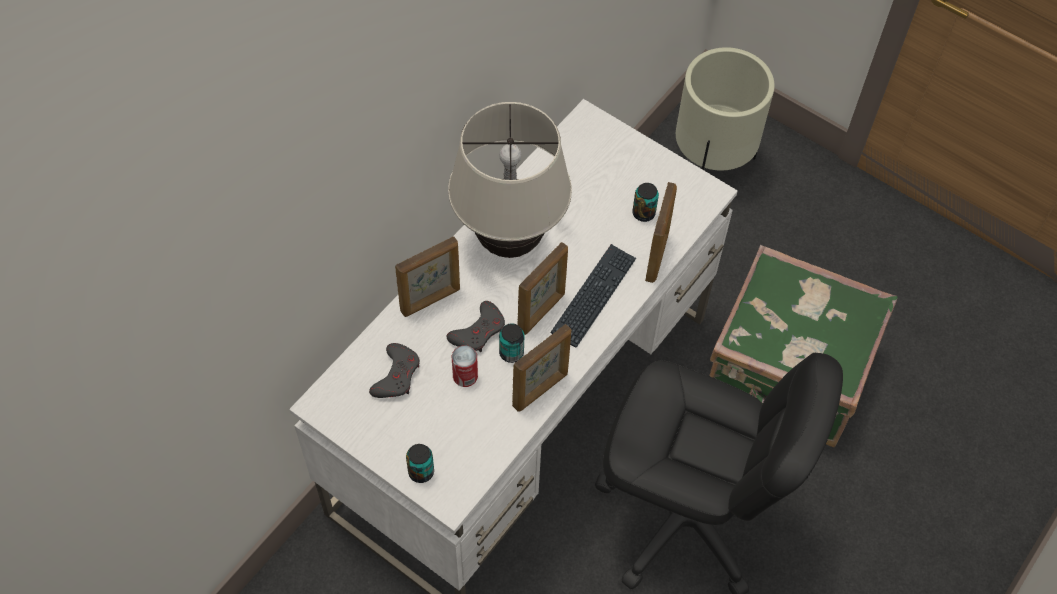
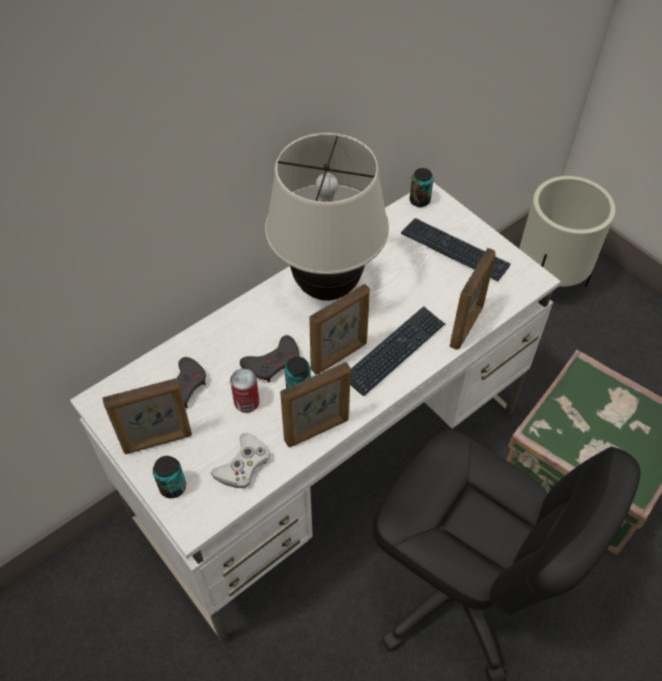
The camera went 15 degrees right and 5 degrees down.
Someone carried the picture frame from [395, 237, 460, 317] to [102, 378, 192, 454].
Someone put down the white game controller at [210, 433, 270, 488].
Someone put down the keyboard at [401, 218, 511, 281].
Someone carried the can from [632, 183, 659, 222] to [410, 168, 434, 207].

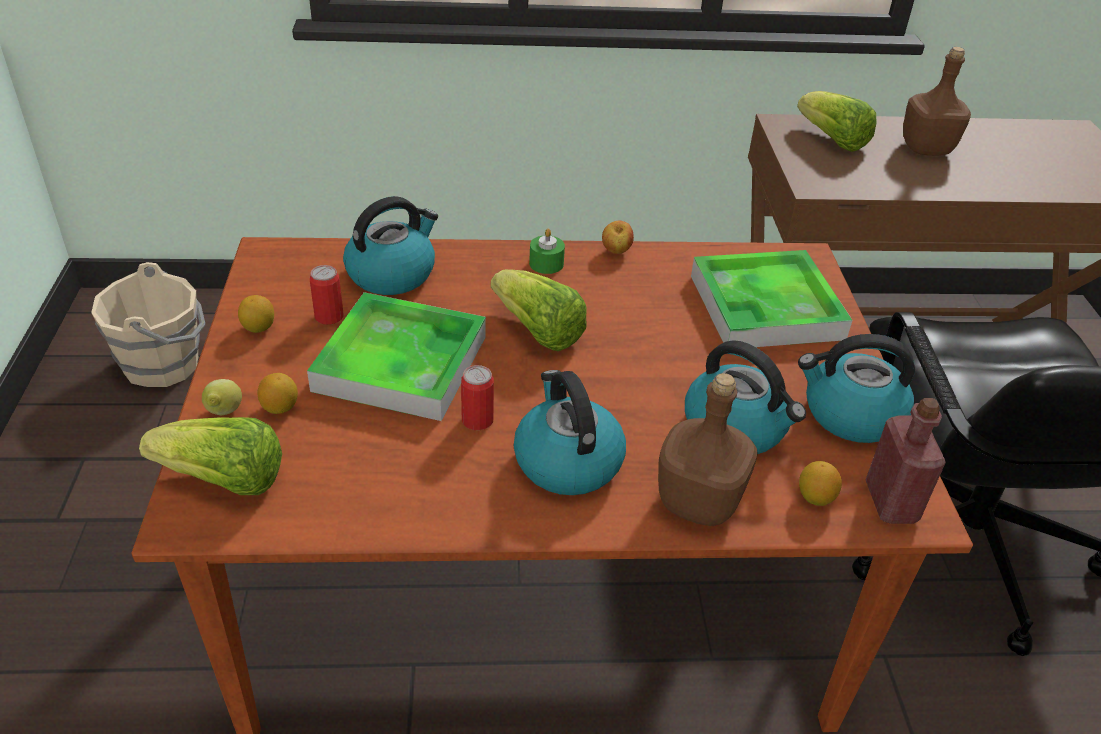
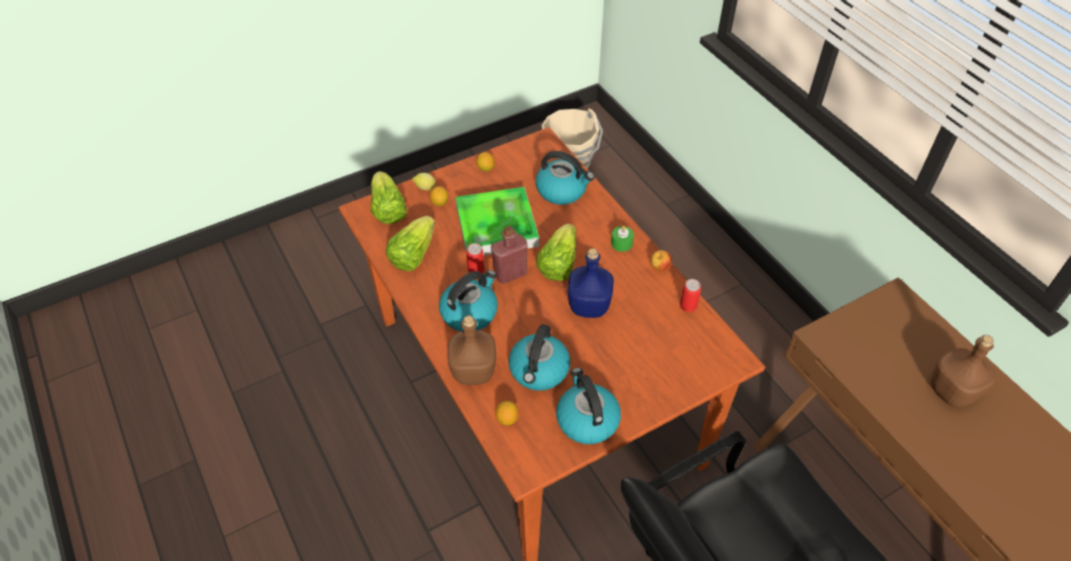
The camera went 65 degrees right and 10 degrees up.
Someone carried the lettuce from [797, 91, 876, 152] to [386, 216, 435, 271].
Someone carried the red bottle from [866, 398, 946, 524] to [491, 226, 528, 284].
Someone put down the blue bottle at [568, 248, 614, 318].
Someone carried the can from [310, 265, 343, 325] to [680, 279, 701, 312].
Someone took away the tray at [691, 250, 852, 347].

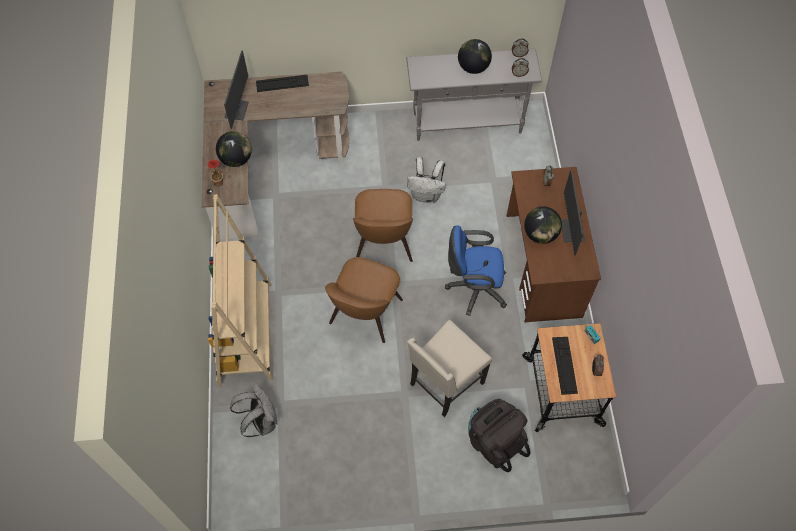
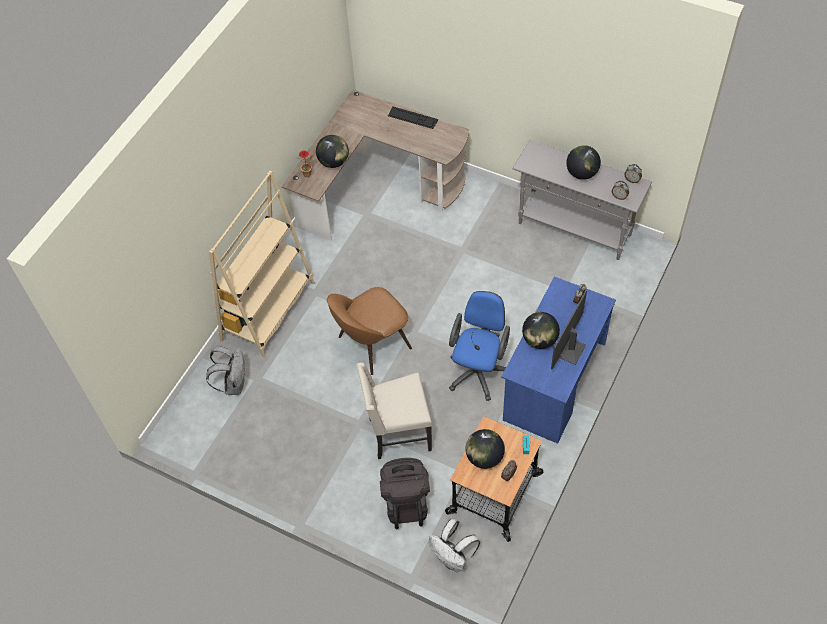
The camera went 35 degrees right and 5 degrees down.
Someone carried the white backpack from [407, 157, 446, 203] to [429, 519, 480, 573].
Someone rotated the blue office chair at [445, 225, 507, 316] by 75 degrees clockwise.
Someone swapped the keyboard at [552, 337, 578, 395] for the globe at [466, 429, 505, 469].
Someone repainted the brown desk at [507, 167, 601, 322], which became the blue desk at [501, 276, 616, 444].
Someone took away the monitor at [224, 50, 249, 129].
Someone took away the brown chair at [353, 189, 413, 262].

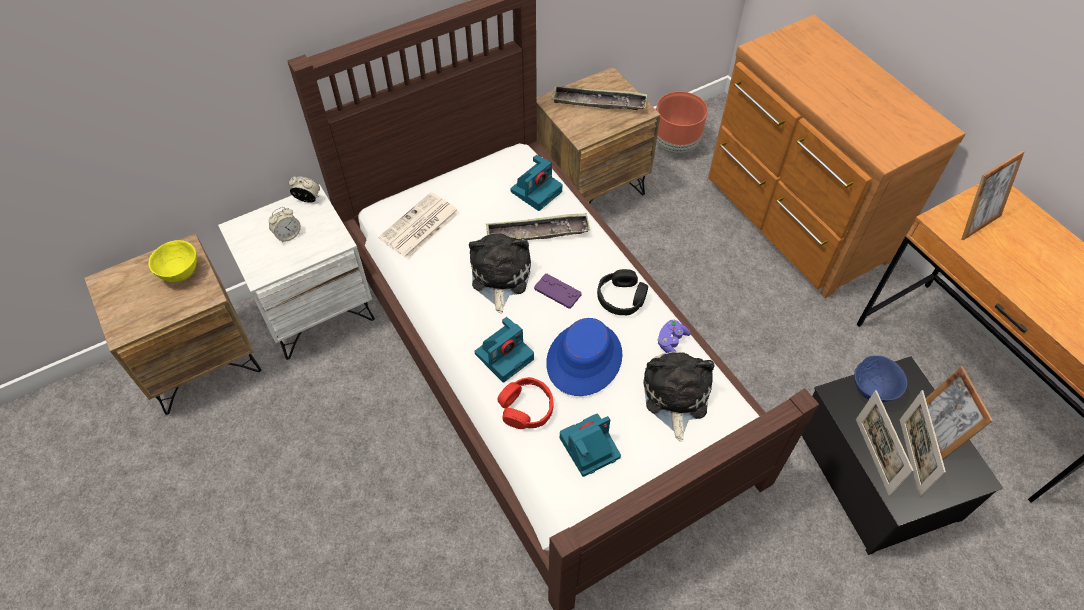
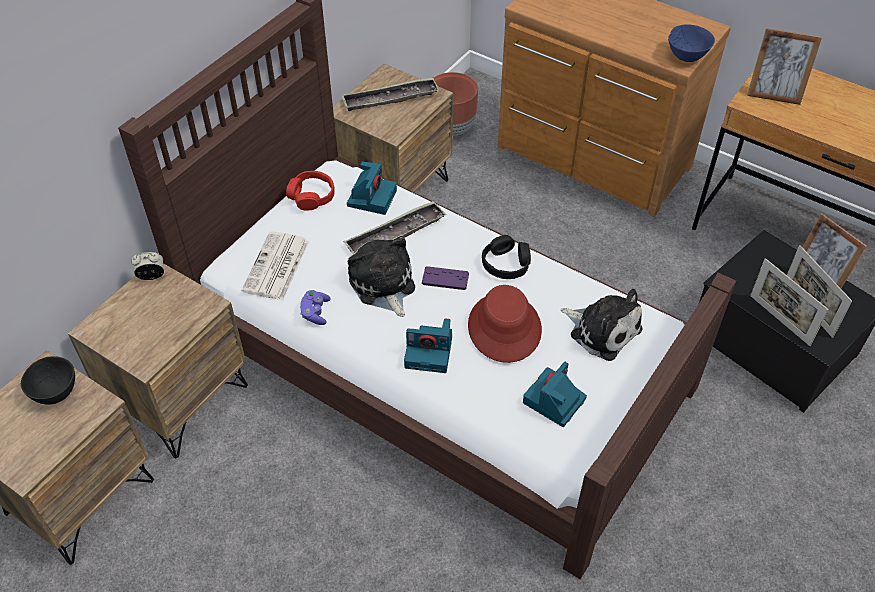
The camera went 25 degrees left and 5 degrees down.
Someone repainted the yellow bowl at [148, 240, 197, 282], which became the black bowl at [21, 356, 75, 405].
Someone repainted the white nightstand at [218, 184, 375, 360], which became the brown nightstand at [68, 263, 248, 458].
Someone carried the red headphones from [498, 377, 554, 429] to [286, 171, 335, 210].
Someone carried the purple game controller from [657, 320, 691, 353] to [300, 290, 330, 325].
Someone rotated the photo camera at [475, 317, 534, 383] by 75 degrees clockwise.
Someone repainted the blue hat at [546, 318, 622, 396], which became the red hat at [468, 285, 542, 363].
Someone rotated the plush toy at [643, 352, 714, 442] by 150 degrees clockwise.
Someone carried the blue bowl from [854, 355, 907, 402] to [668, 24, 715, 62].
Someone rotated the picture frame at [962, 150, 1025, 240] by 75 degrees clockwise.
Someone took away the alarm clock at [269, 207, 301, 243].

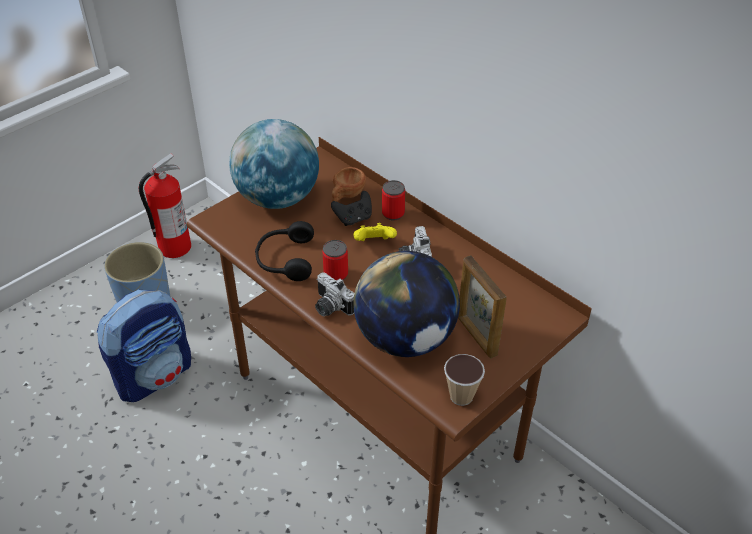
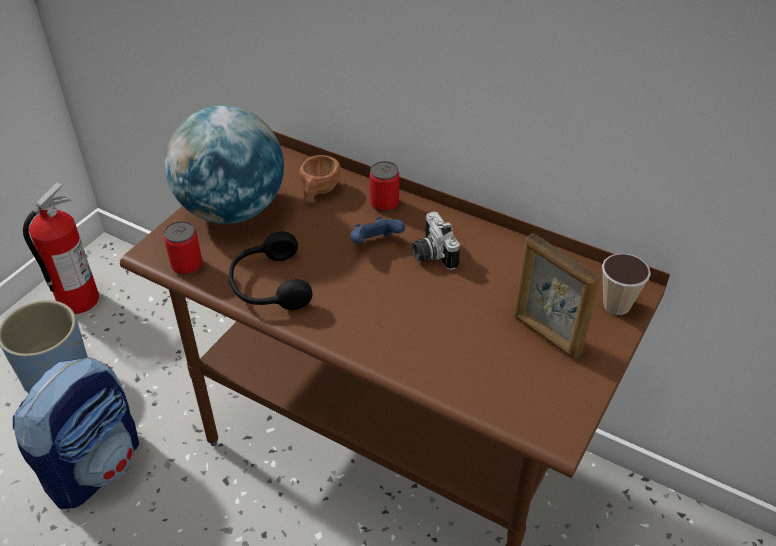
The camera went 15 degrees left and 0 degrees up.
Someone carried the can from [322, 240, 348, 280] to [164, 221, 202, 276].
Someone repainted the yellow game controller at [353, 223, 397, 241], which became the blue game controller at [350, 216, 405, 244].
Someone carried the cup from [444, 354, 485, 406] to [602, 254, 651, 315].
Someone took away the photo camera at [315, 272, 354, 316].
Someone took away the black game controller at [331, 191, 372, 226].
Someone took away the globe at [353, 251, 460, 357].

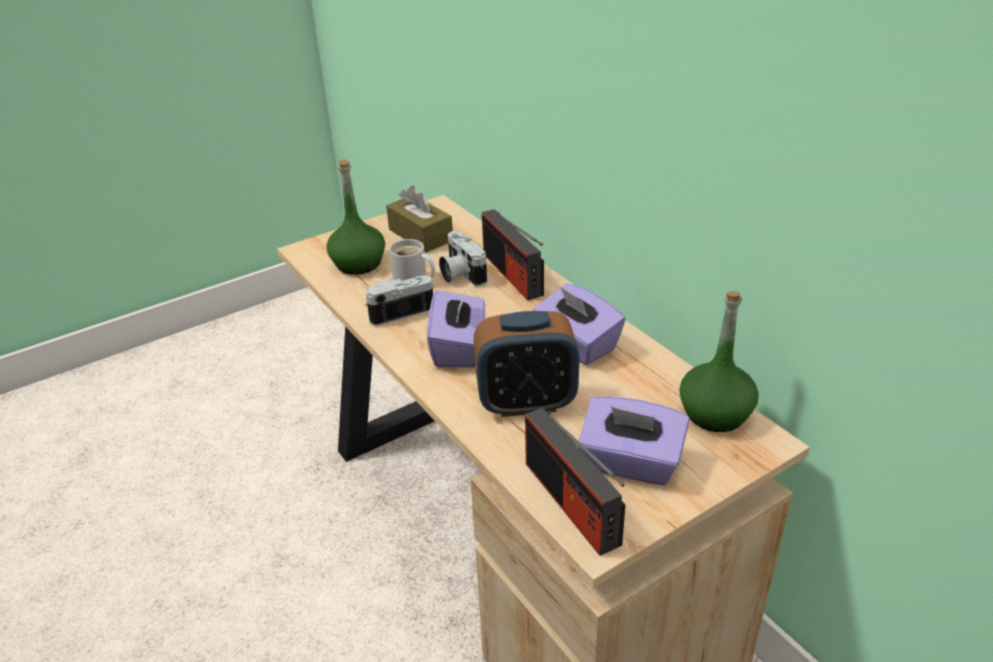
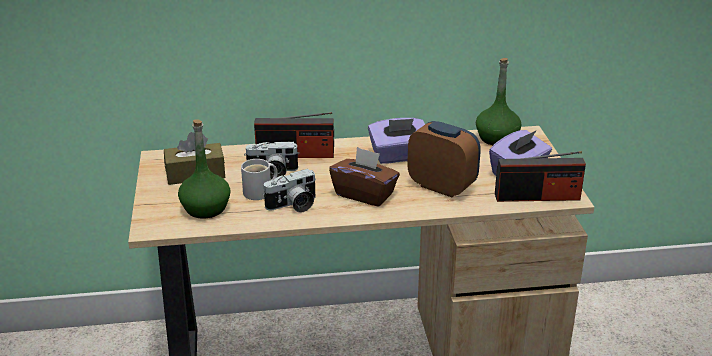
The camera went 65 degrees left and 5 degrees down.
Someone rotated the photo camera at [365, 275, 435, 326] by 120 degrees counterclockwise.
Someone repainted the purple tissue box at [427, 289, 486, 368], which became the brown tissue box at [329, 147, 400, 207].
Someone rotated the alarm clock at [474, 311, 579, 417] by 75 degrees counterclockwise.

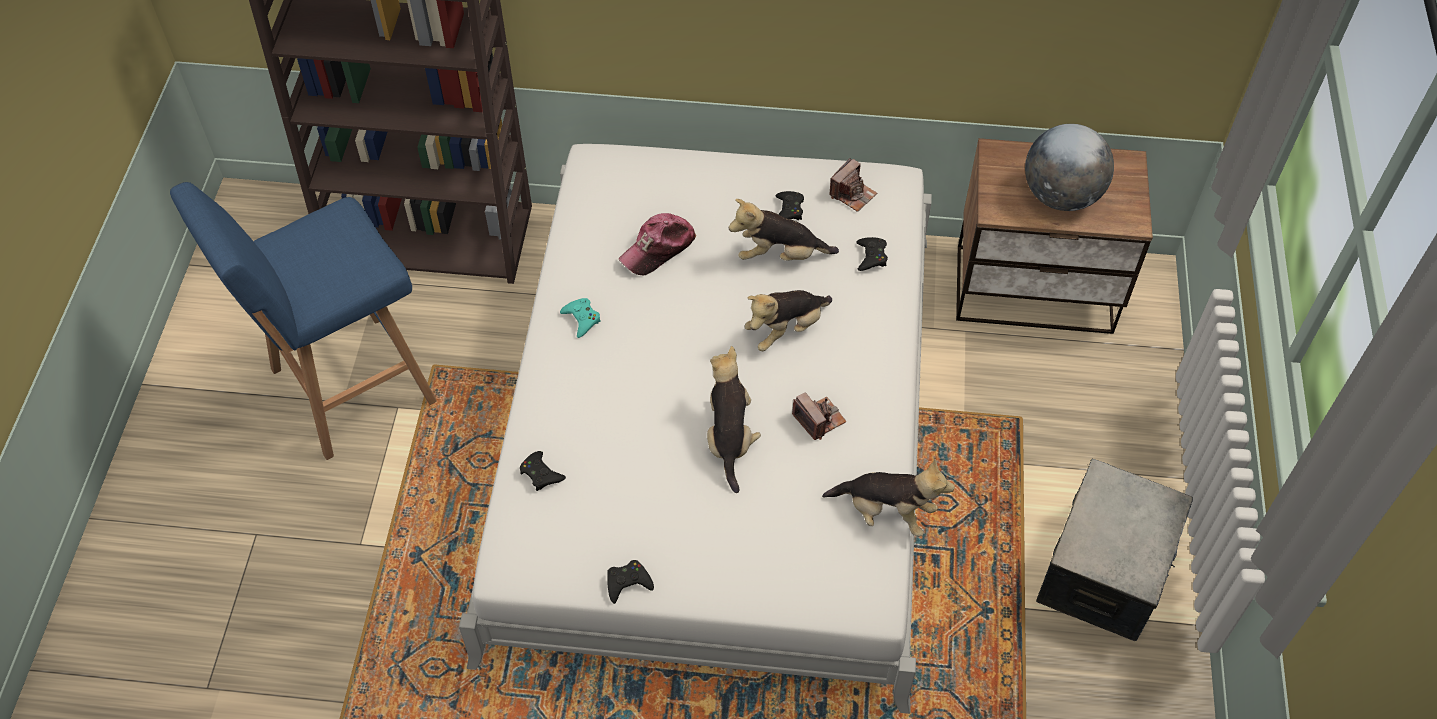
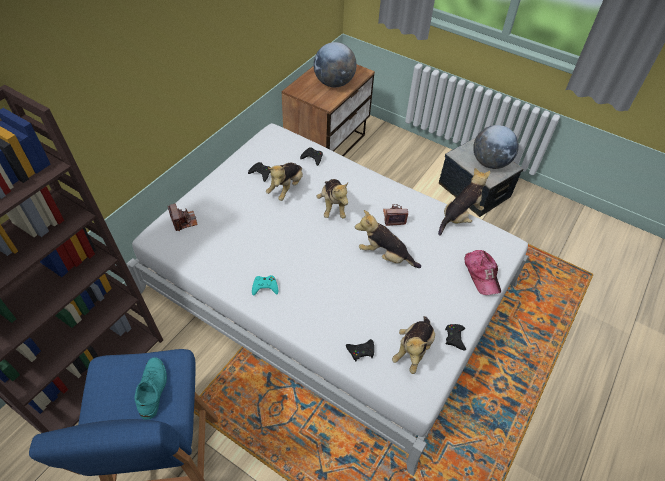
The camera went 65 degrees left and 5 degrees down.
Someone put down the turquoise shoe at [135, 357, 167, 420].
Someone carried the photo camera from [829, 158, 877, 212] to [168, 204, 198, 231].
Someone put down the plush toy at [392, 316, 435, 374].
Someone carried the cap from [619, 213, 696, 275] to [464, 250, 501, 295].
Someone put down the globe at [473, 125, 519, 169].

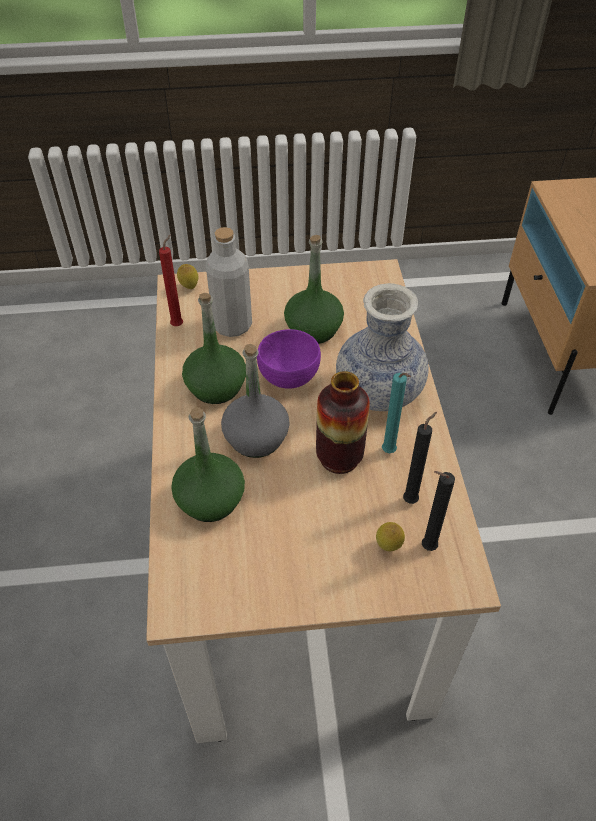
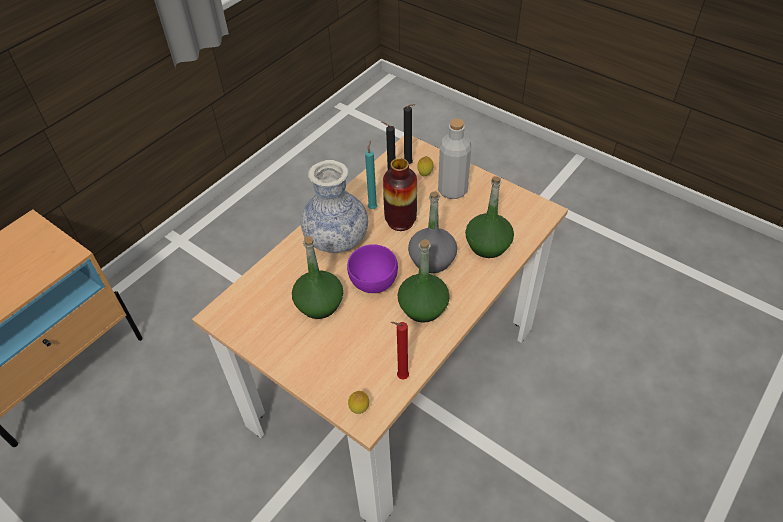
The camera went 135 degrees left and 0 degrees up.
Someone carried the grey bottle from [206, 227, 252, 337] to [438, 119, 471, 199].

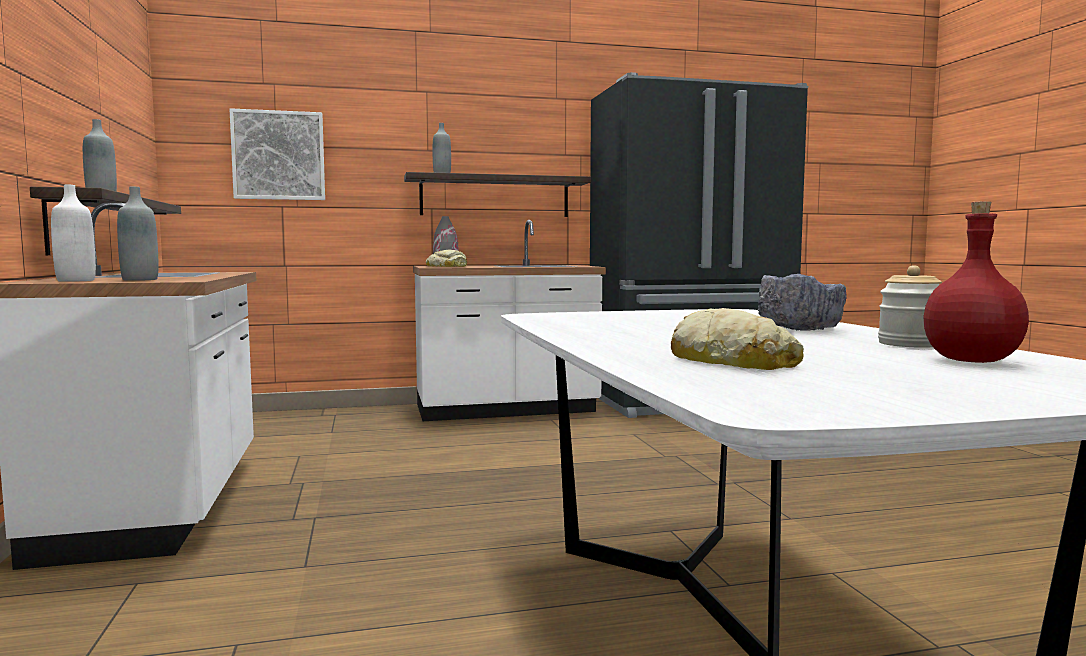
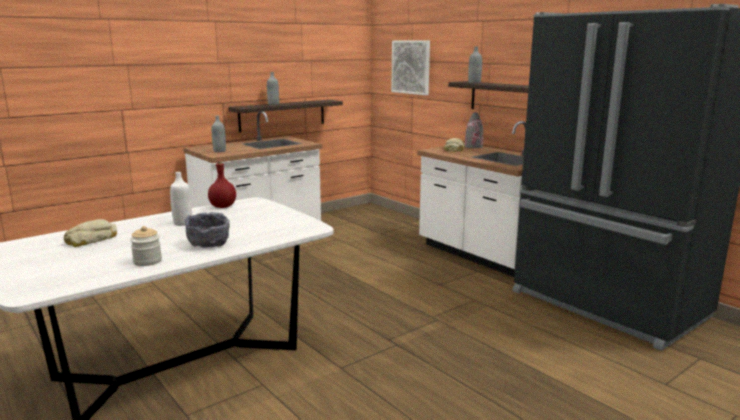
The camera went 65 degrees right and 10 degrees up.
Someone carried the white bottle from [51, 185, 96, 282] to [170, 172, 192, 226].
Someone carried the red bottle from [923, 201, 1029, 363] to [208, 160, 236, 208].

